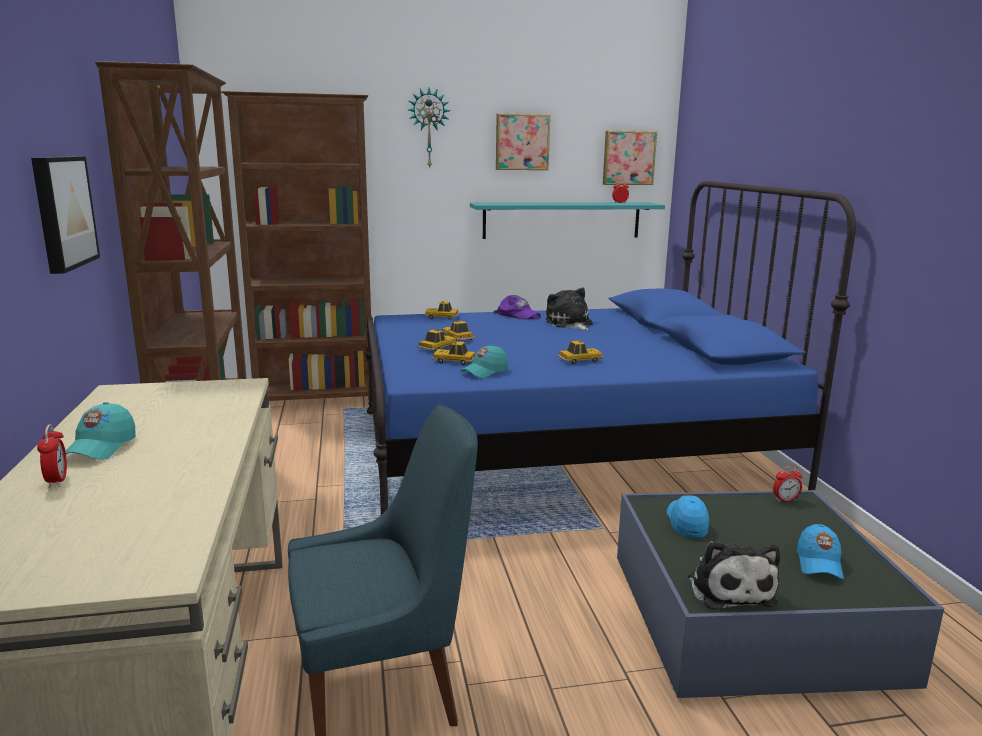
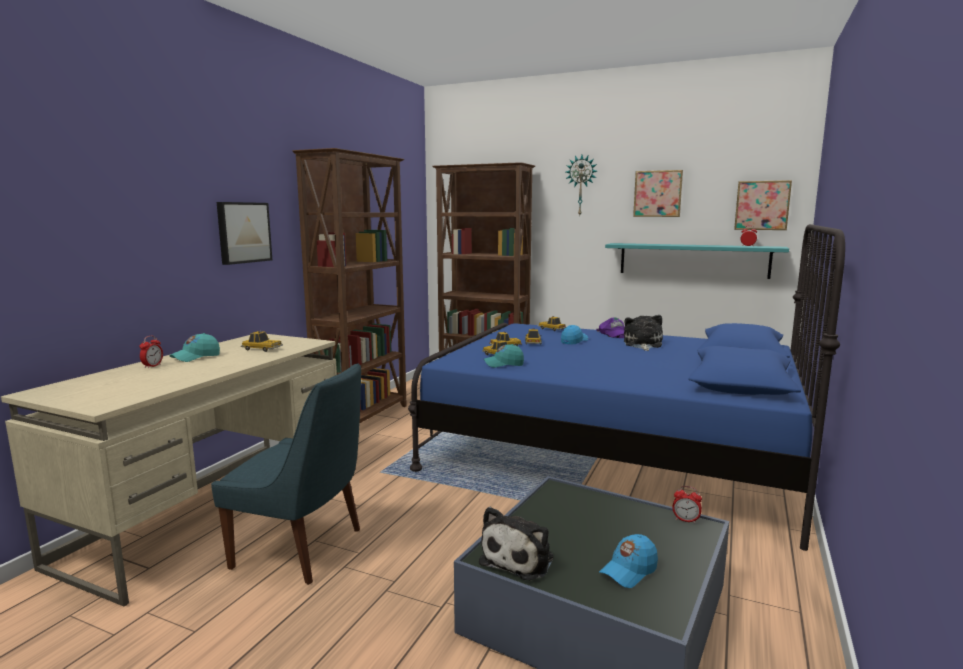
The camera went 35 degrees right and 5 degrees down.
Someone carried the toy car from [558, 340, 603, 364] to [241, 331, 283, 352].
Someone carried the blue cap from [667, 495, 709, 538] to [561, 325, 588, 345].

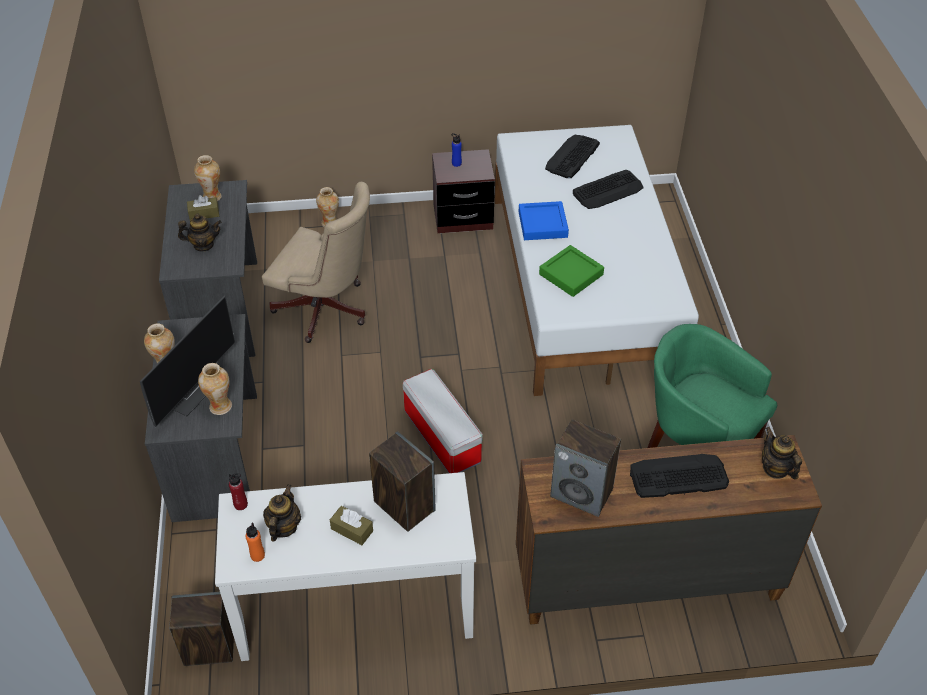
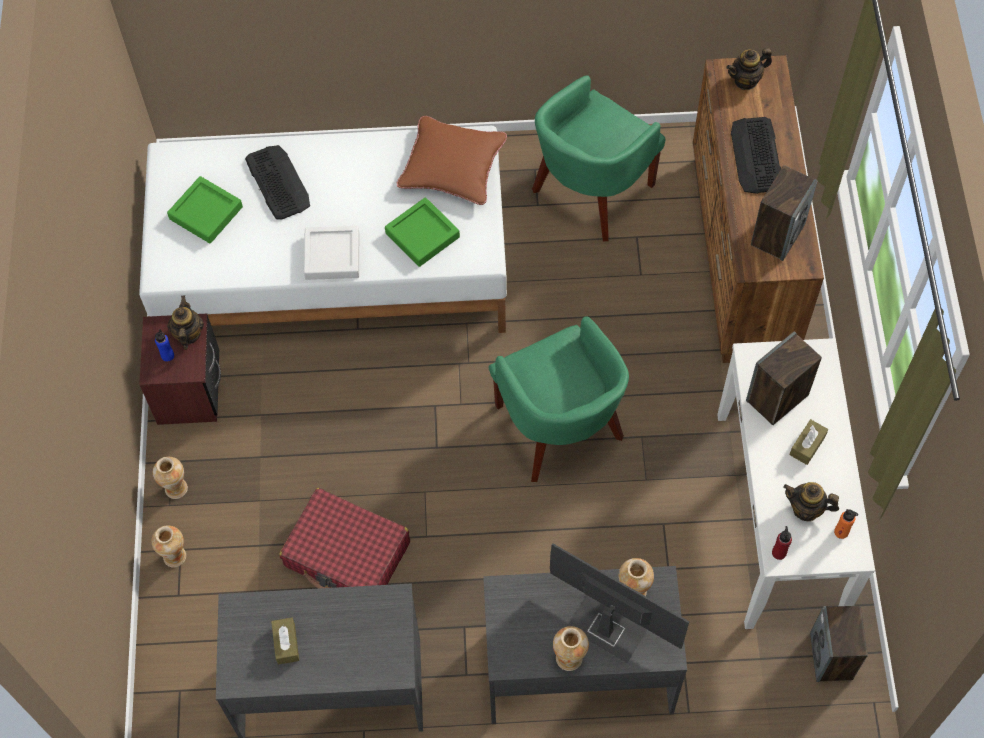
The camera went 85 degrees left and 15 degrees up.
Someone carried the vase from [194, 155, 222, 201] to [153, 457, 188, 499].
Someone swapped the keyboard at [545, 135, 600, 178] for the green tray at [167, 176, 243, 244].
Someone carried the teapot from [178, 214, 222, 252] to [167, 295, 204, 350].
Someone swapped the beige office chair at [262, 182, 370, 343] for the red suitcase at [279, 488, 410, 589].
Someone repainted the blue tray at [519, 201, 569, 240], which became the grey tray at [304, 226, 359, 280].
Someone put down the brown pillow at [396, 116, 507, 205].
Someone swapped the storage box at [403, 369, 483, 473] for the green armchair at [488, 316, 629, 482].

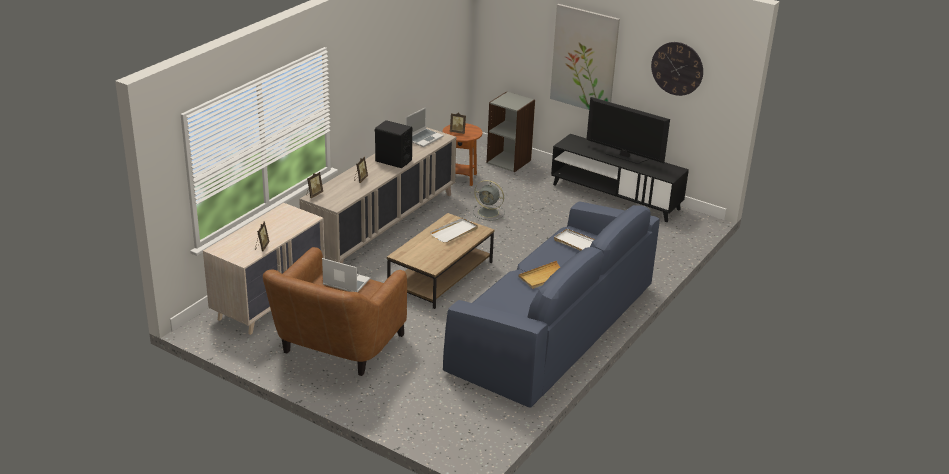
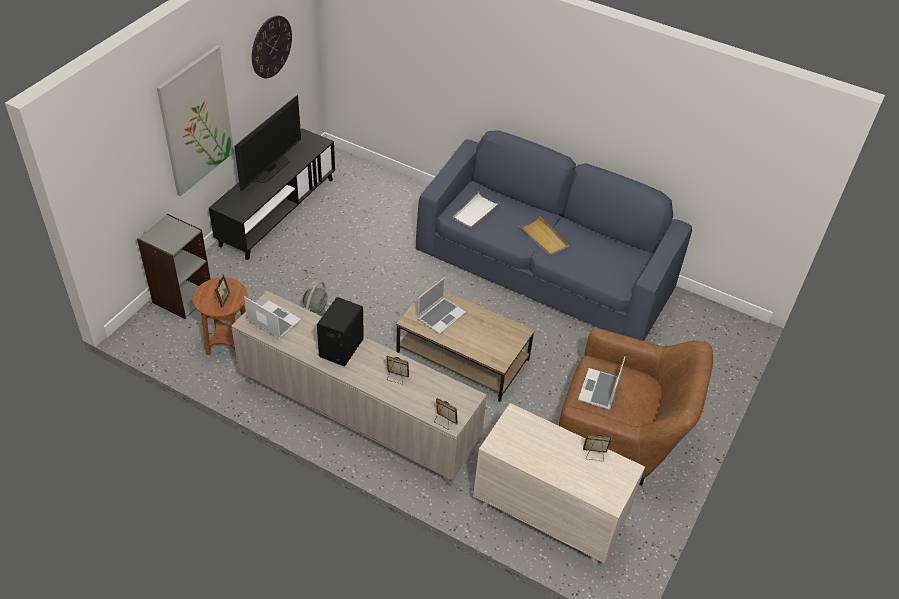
The camera went 95 degrees left and 15 degrees up.
Someone swapped the white tray at [430, 218, 478, 243] for the laptop at [417, 277, 466, 334].

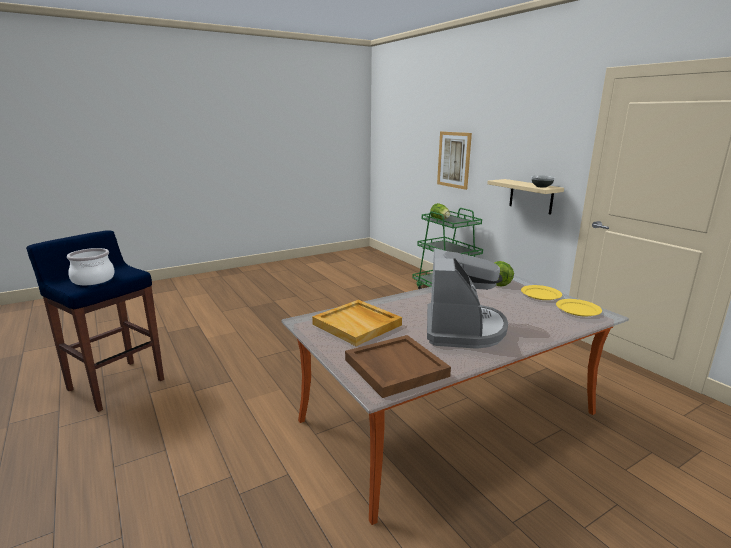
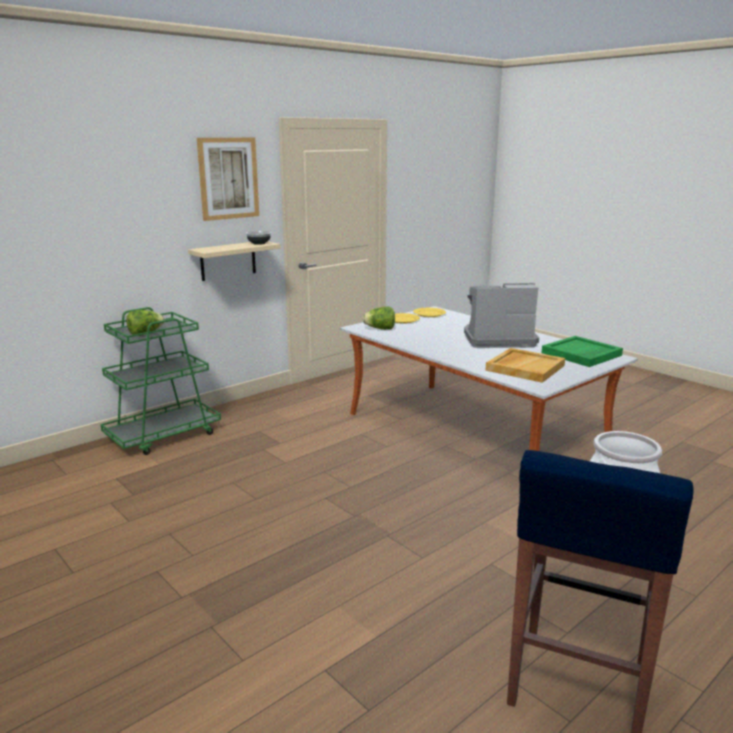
The camera went 100 degrees left and 0 degrees up.
Someone carried the picture from [437, 132, 472, 190] to [197, 138, 259, 221].
Someone repainted the brown tray at [345, 335, 451, 398], which became the green tray at [542, 336, 623, 367].

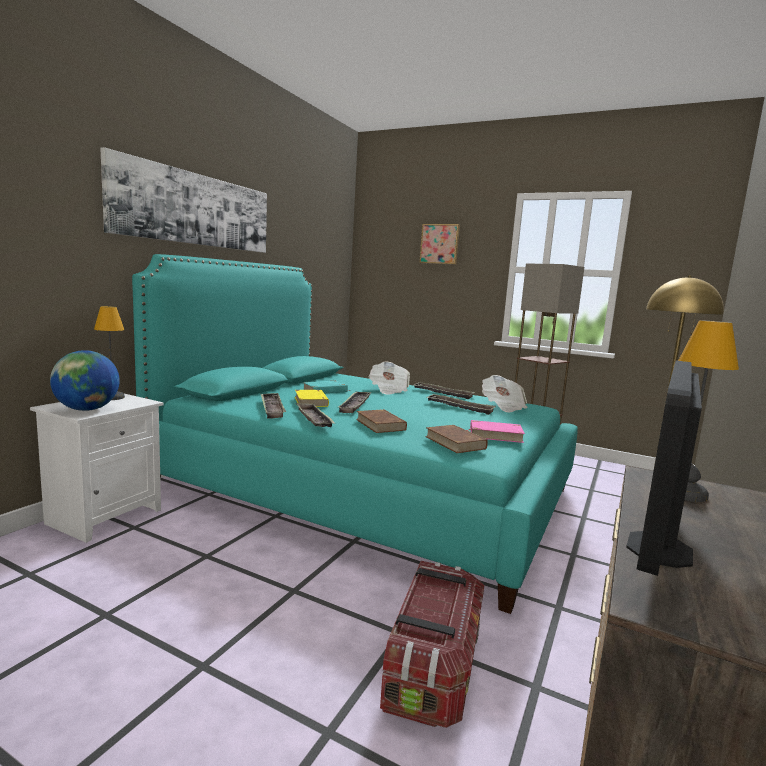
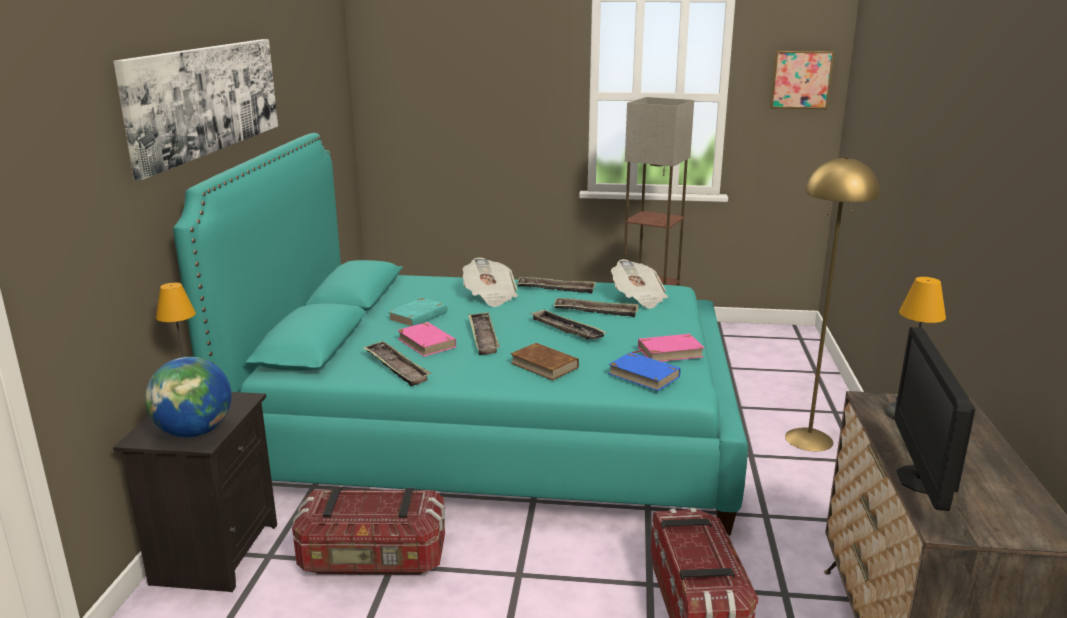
The camera went 20 degrees left and 10 degrees up.
Someone repainted the white nightstand at [30, 394, 163, 543], which became the black nightstand at [113, 392, 277, 592].
Someone put down the storage box at [292, 487, 445, 575].
Someone repainted the yellow book at [295, 390, 329, 407], which became the pink book at [397, 322, 456, 357].
Someone carried the tray from [296, 403, 335, 427] to [530, 309, 607, 339].
Someone repainted the brown book at [425, 425, 488, 453], which became the blue book at [608, 352, 681, 391].
Someone carried the picture from [419, 224, 460, 265] to [770, 50, 834, 109].

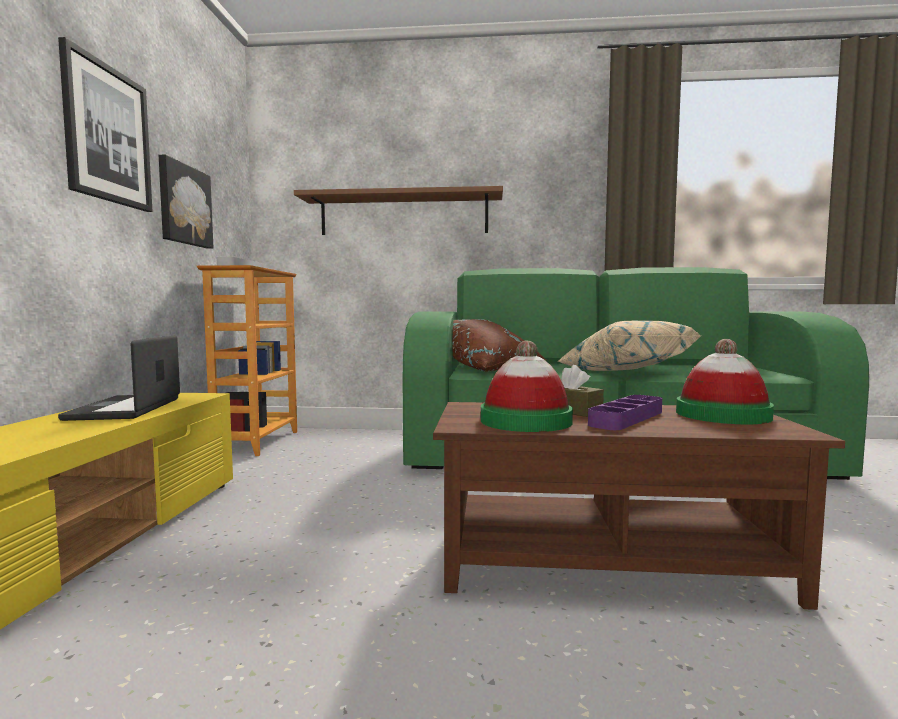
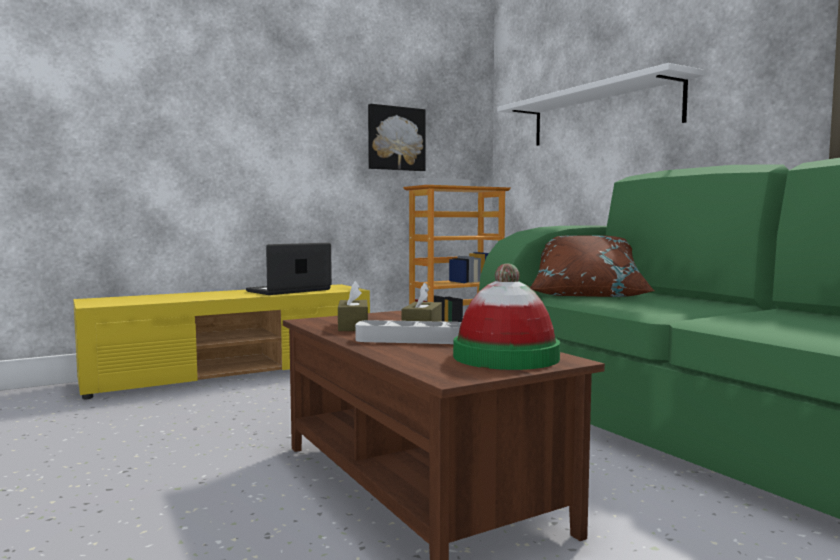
The camera went 55 degrees right and 0 degrees up.
Someone swapped the hat at [481, 340, 573, 432] for the brown tissue box at [338, 281, 368, 331].
Someone repainted the purple tray at [588, 395, 662, 430], which became the grey tray at [355, 320, 461, 344].
Someone repainted the brown shelf at [294, 186, 503, 235], which became the white shelf at [497, 63, 704, 146].
Someone took away the picture at [58, 37, 153, 212].
Someone took away the beige pillow at [557, 321, 701, 371].

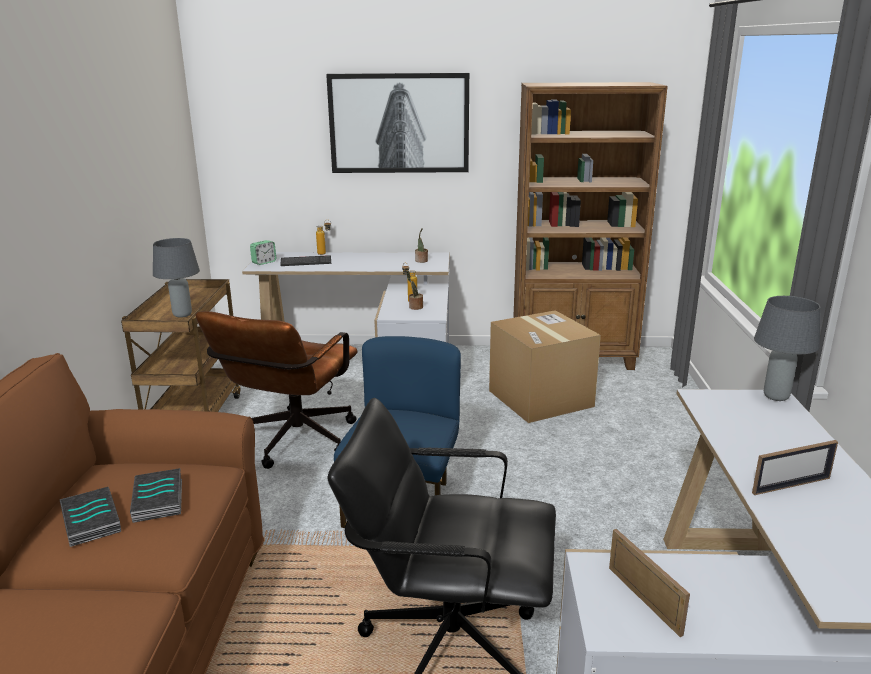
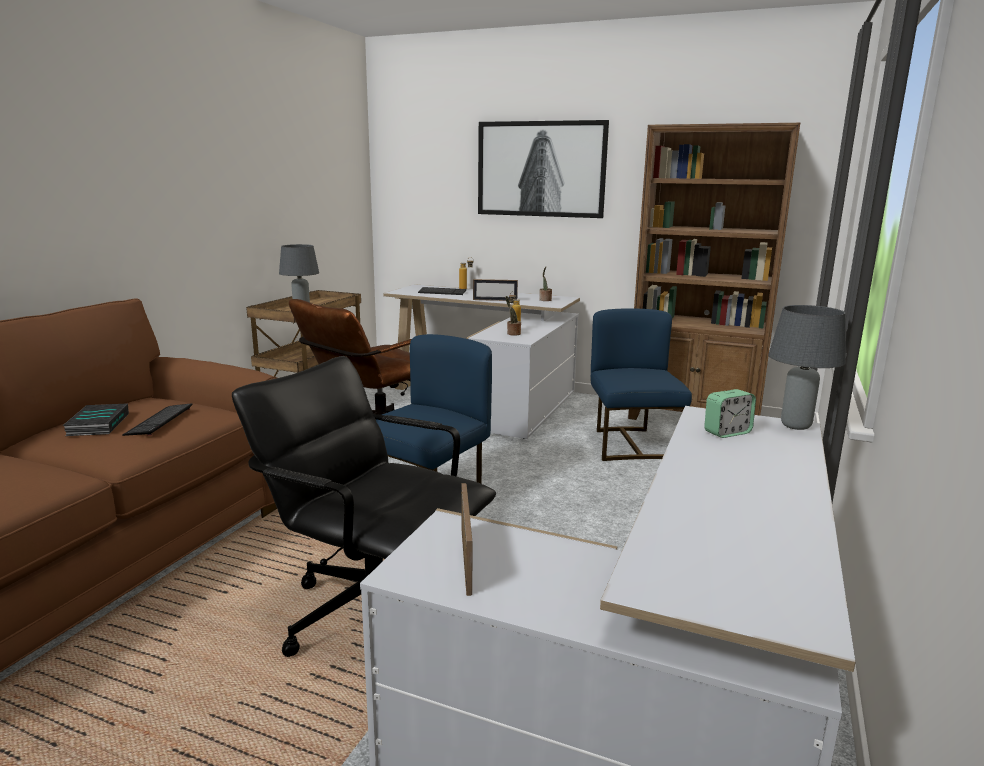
The camera went 20 degrees right and 5 degrees down.
Someone swapped the book at [130, 468, 182, 523] for the keyboard at [122, 403, 193, 436].
Someone carried the picture frame from [752, 440, 838, 495] to [473, 279, 518, 301].
Someone swapped the cardboard box at [489, 310, 601, 423] for the blue chair at [591, 309, 692, 461].
Someone carried the alarm clock from [250, 240, 276, 265] to [704, 389, 756, 438].

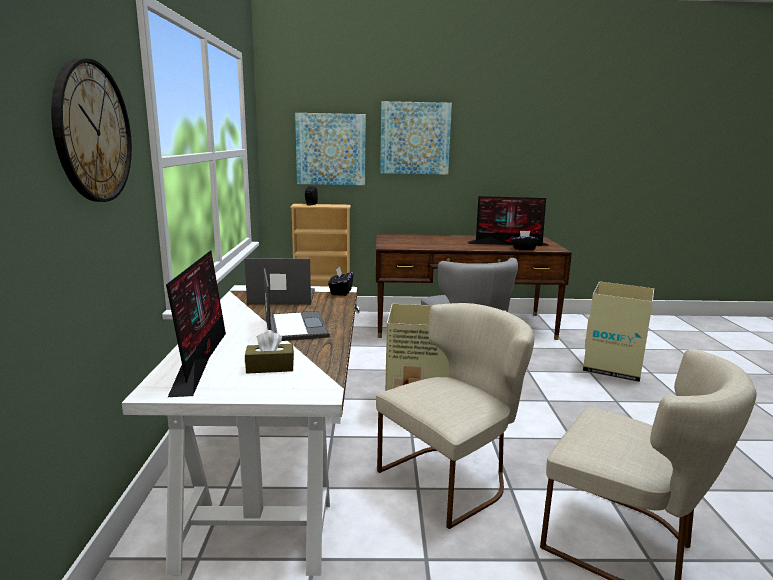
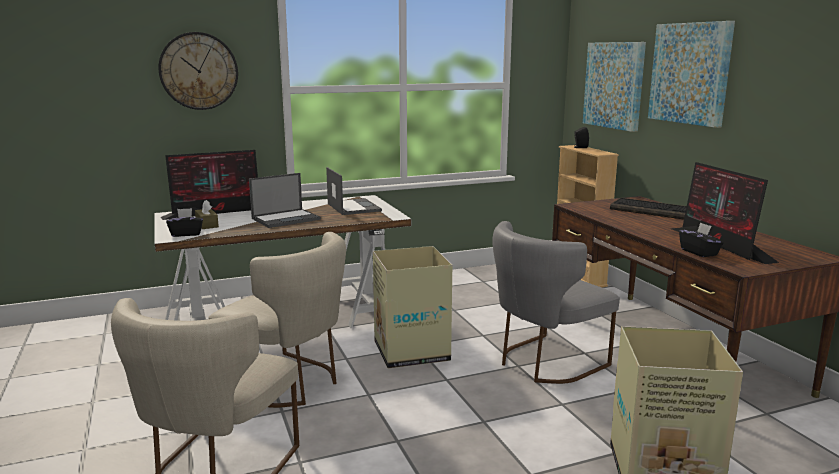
The camera went 70 degrees right and 0 degrees up.
Someone carried the black tissue box from [328, 266, 354, 296] to [166, 208, 203, 237].
Someone put down the keyboard at [610, 198, 687, 219].

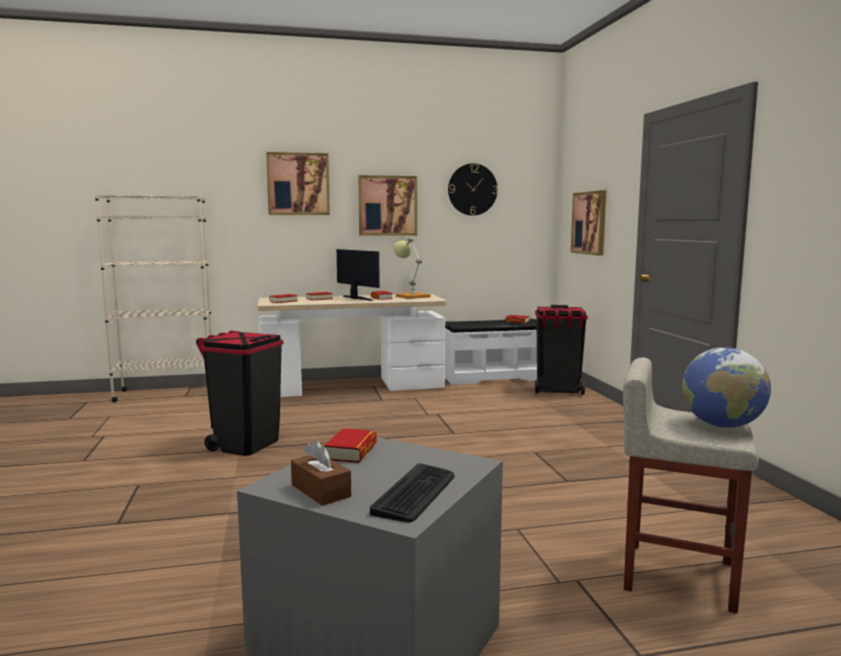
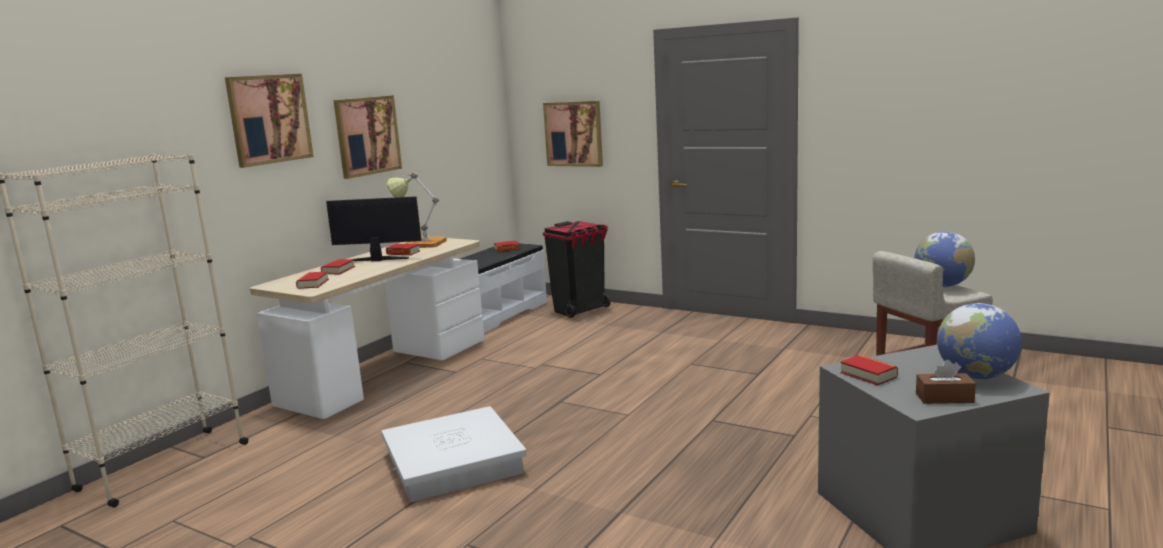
The camera went 45 degrees left and 5 degrees up.
Someone swapped the black trash can at [196, 331, 283, 456] for the white storage box at [382, 406, 527, 502].
Someone swapped the keyboard at [370, 463, 455, 522] for the globe at [937, 303, 1022, 380].
Someone took away the wall clock at [448, 163, 498, 216].

